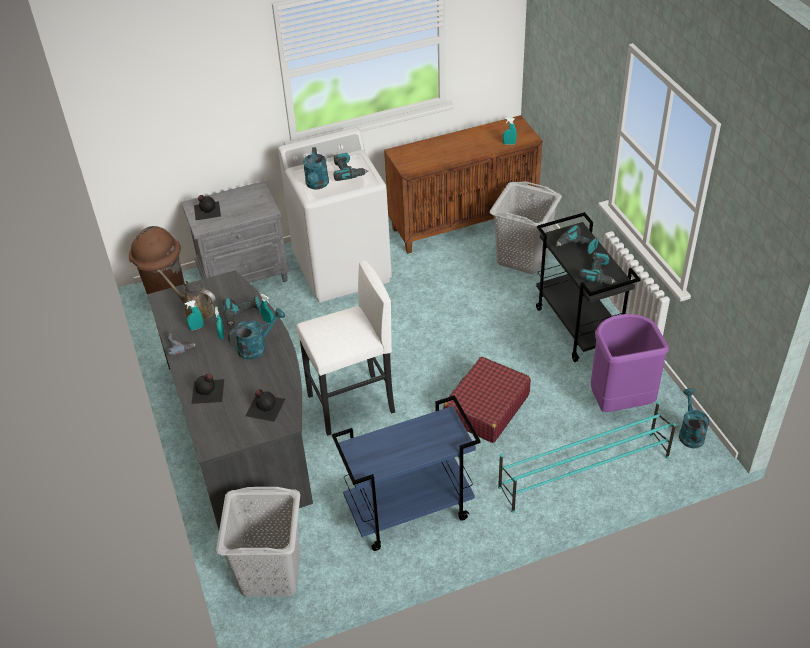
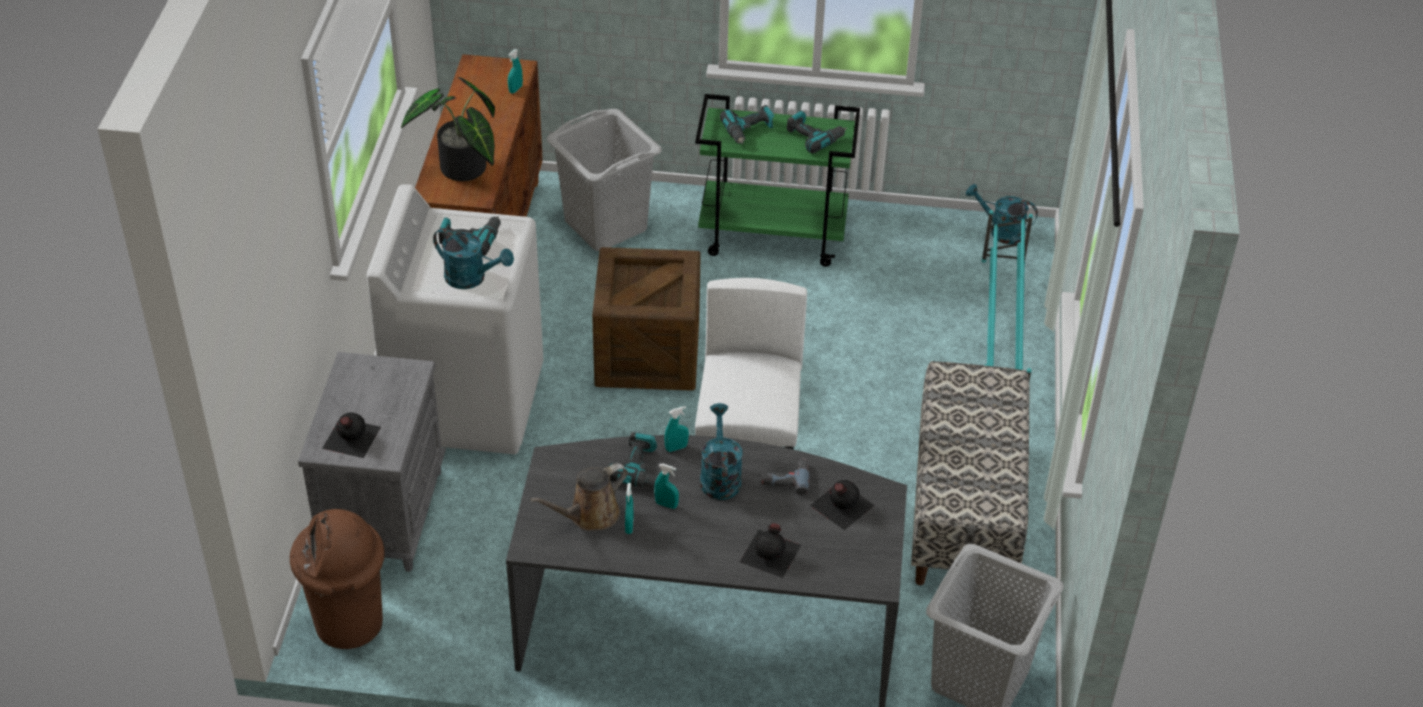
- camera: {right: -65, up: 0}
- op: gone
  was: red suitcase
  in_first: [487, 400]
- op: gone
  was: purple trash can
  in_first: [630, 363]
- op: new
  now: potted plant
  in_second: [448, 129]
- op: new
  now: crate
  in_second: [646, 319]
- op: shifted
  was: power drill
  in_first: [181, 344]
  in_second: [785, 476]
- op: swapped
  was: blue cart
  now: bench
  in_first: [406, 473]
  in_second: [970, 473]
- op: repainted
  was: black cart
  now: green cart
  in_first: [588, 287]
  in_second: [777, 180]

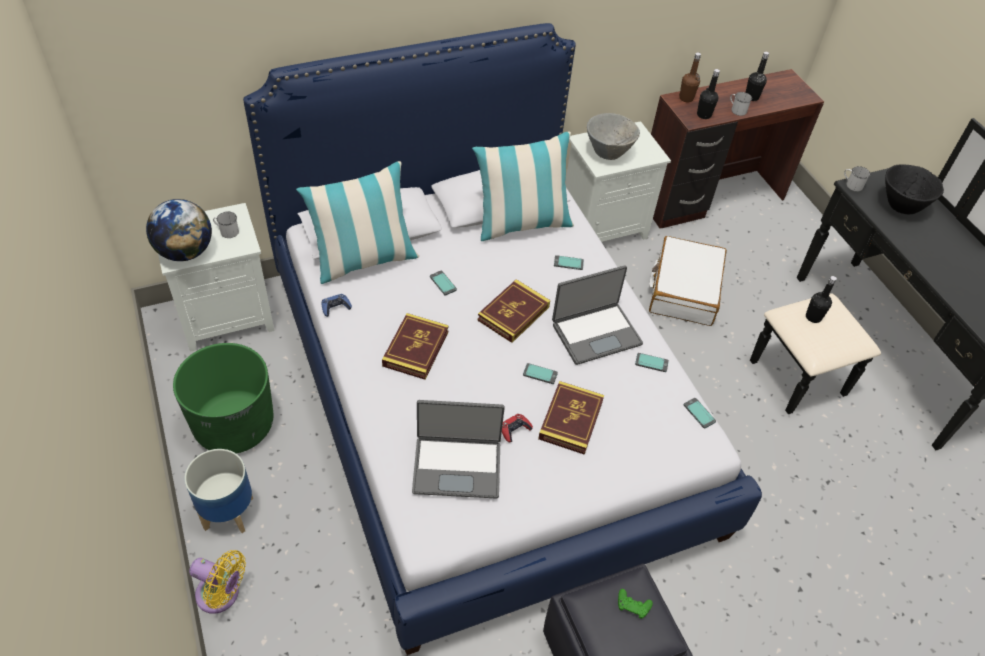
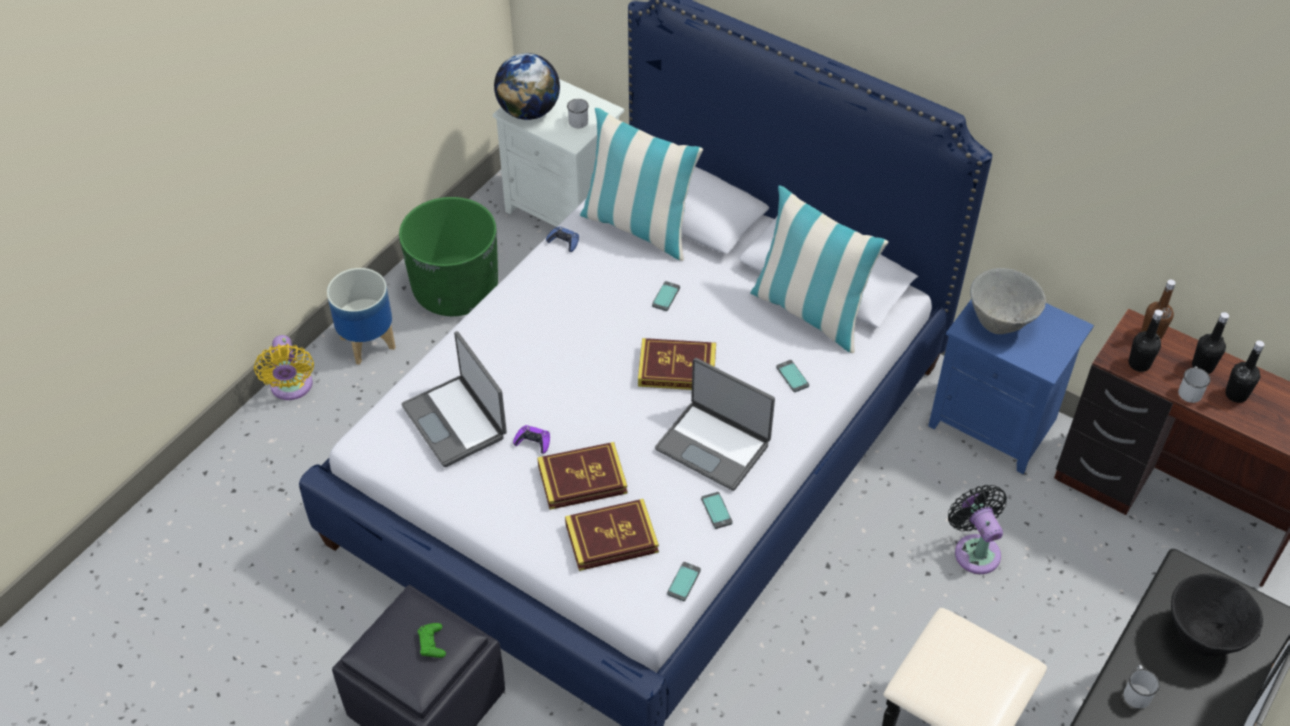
- camera: {right: 60, up: 0}
- op: gone
  was: phone
  in_first: [540, 373]
- op: shifted
  was: book
  in_first: [415, 346]
  in_second: [612, 535]
- op: shifted
  was: black bottle
  in_first: [821, 299]
  in_second: [1210, 343]
- op: shifted
  was: white mug
  in_first: [857, 179]
  in_second: [1142, 687]
- op: swapped
  was: white suitcase
  now: black fan
  in_first: [688, 281]
  in_second: [977, 529]
- op: repainted
  was: red game controller
  now: purple game controller
  in_first: [517, 428]
  in_second: [531, 439]
- op: repainted
  was: white nightstand
  now: blue nightstand
  in_first: [618, 181]
  in_second: [1011, 387]

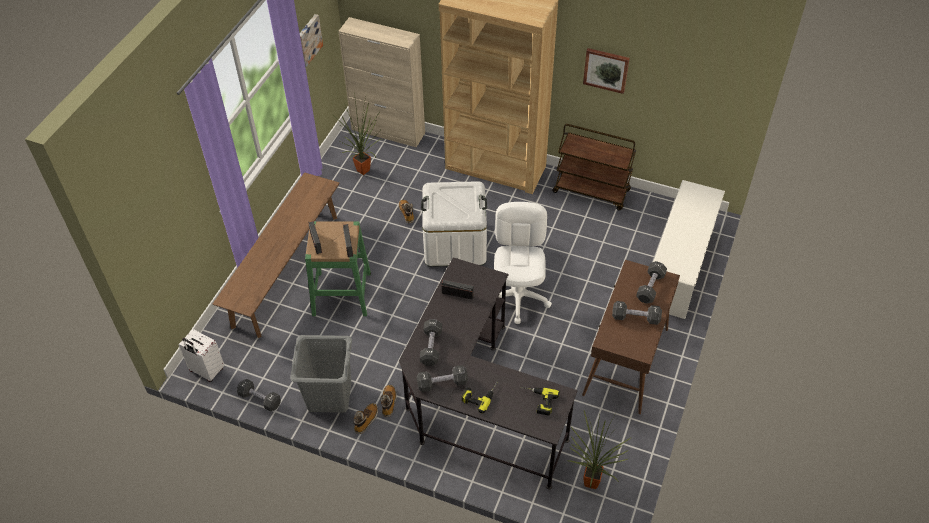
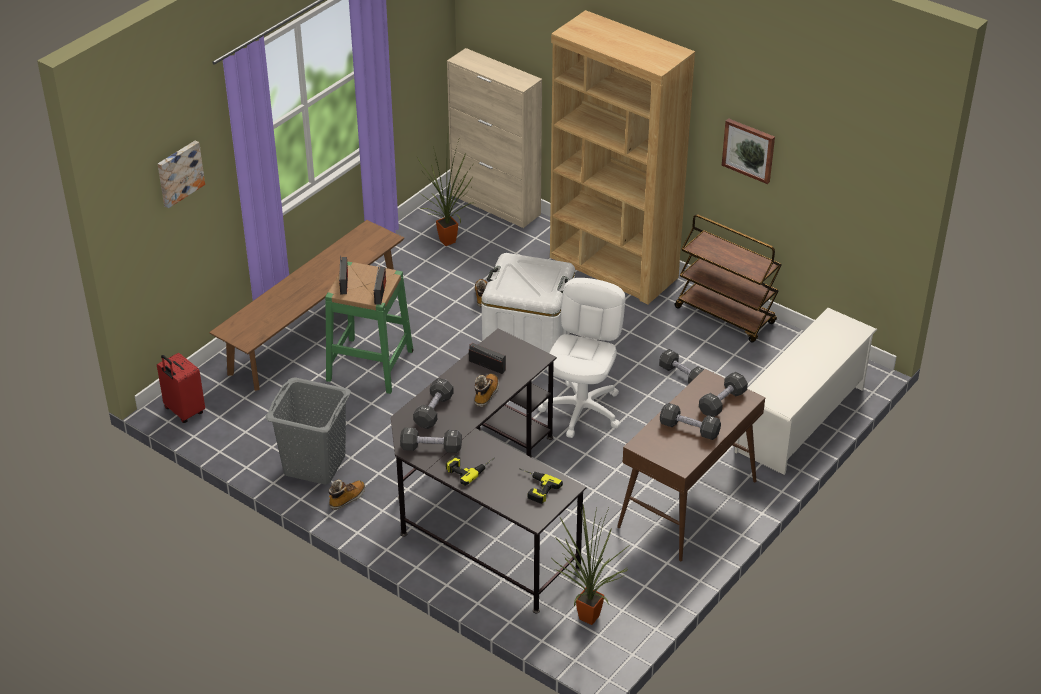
- camera: {right: 15, up: -10}
- op: shifted
  was: black dumbbell
  in_first: [259, 395]
  in_second: [681, 366]
- op: shifted
  was: picture
  in_first: [311, 40]
  in_second: [181, 174]
- op: shifted
  was: boot
  in_first: [389, 401]
  in_second: [486, 390]
- op: repainted
  was: white suitcase
  now: red suitcase
  in_first: [201, 355]
  in_second: [181, 388]

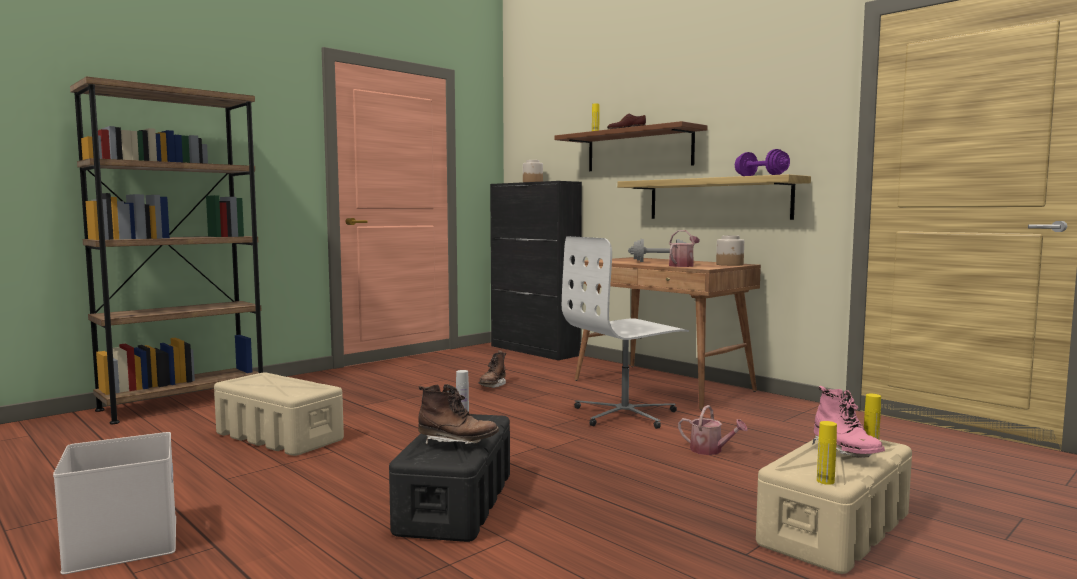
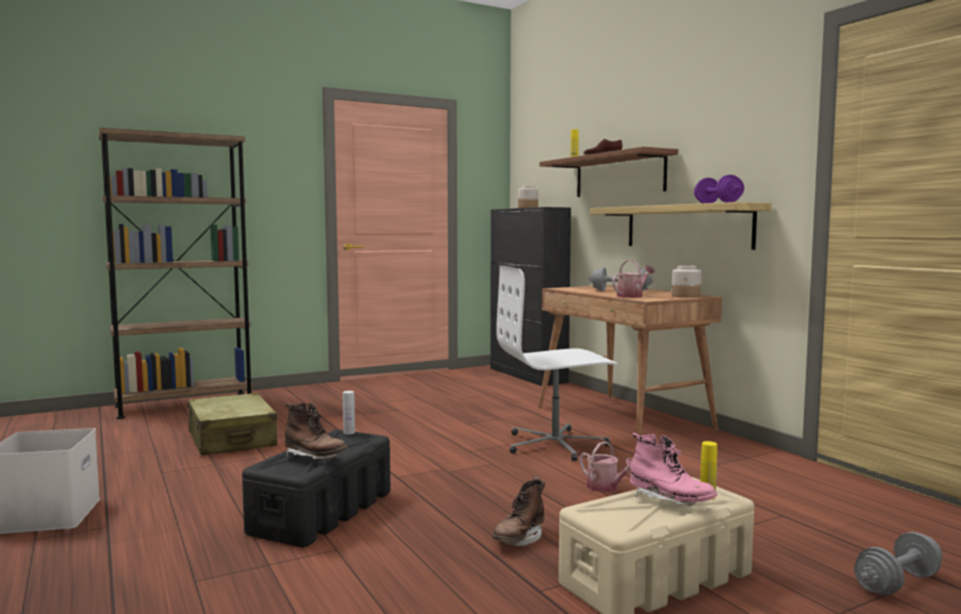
- camera: {right: 15, up: 0}
- op: gone
  was: yellow bottle
  in_first: [827, 453]
- op: new
  now: grey dumbbell
  in_second: [898, 563]
- op: shifted
  was: brown boot
  in_first: [492, 369]
  in_second: [519, 511]
- op: swapped
  was: beige storage box
  now: beige suitcase
  in_first: [279, 414]
  in_second: [232, 423]
- op: rotated
  was: pink boot
  in_first: [849, 422]
  in_second: [674, 469]
  clockwise: -45

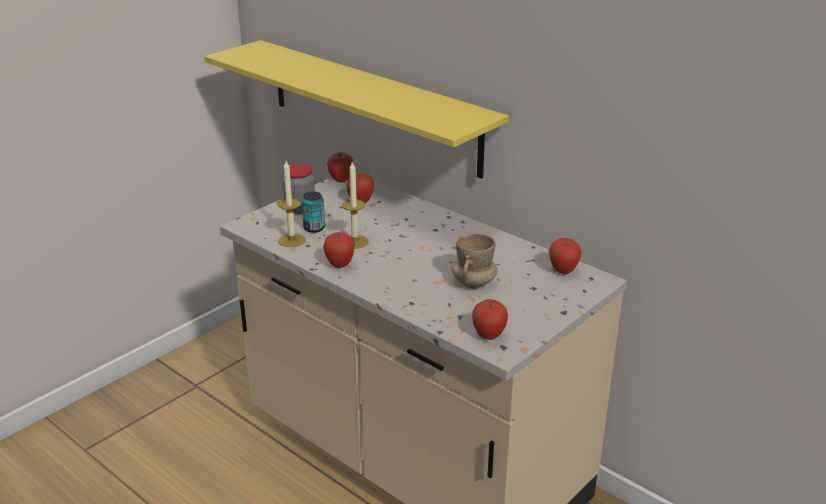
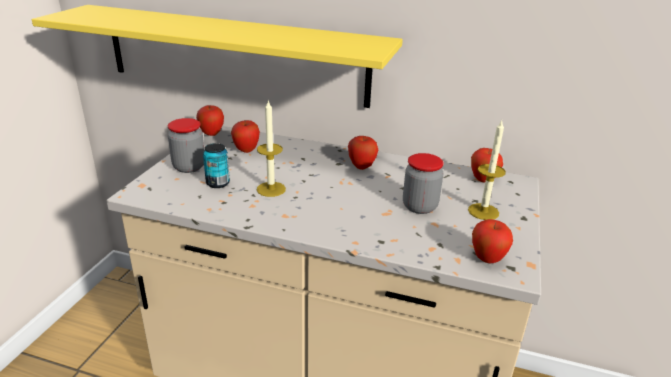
- camera: {right: -25, up: 0}
- op: shifted
  was: candle
  in_first: [291, 204]
  in_second: [487, 170]
- op: shifted
  was: apple
  in_first: [339, 250]
  in_second: [363, 153]
- op: swapped
  was: beige mug
  now: jar
  in_first: [474, 261]
  in_second: [423, 183]

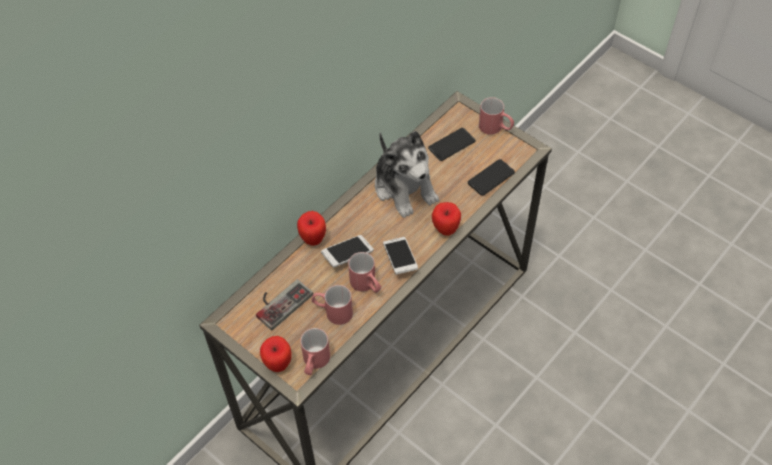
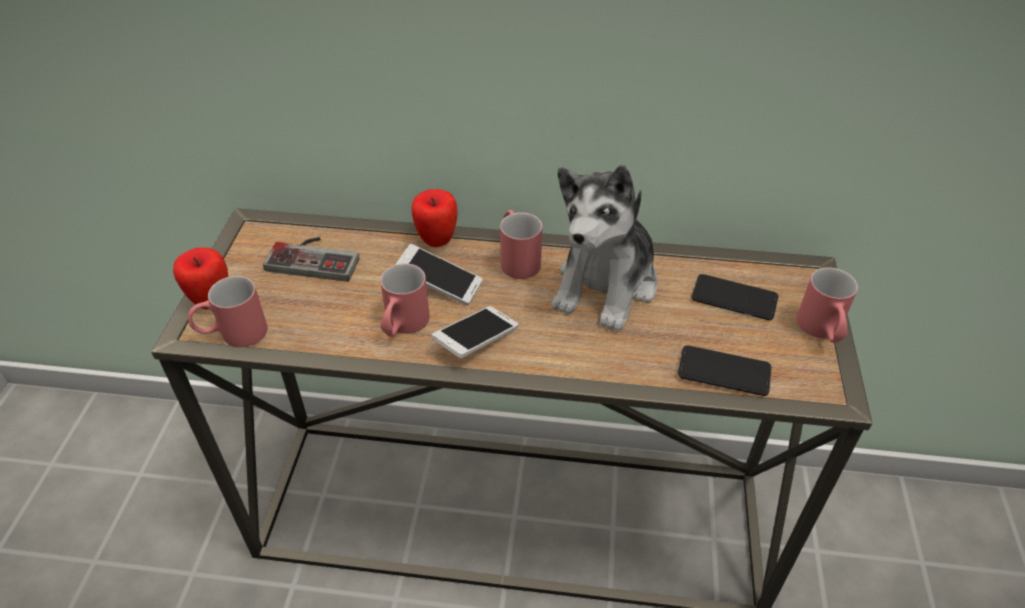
- camera: {right: 55, up: -10}
- op: gone
  was: apple
  in_first: [446, 219]
- op: shifted
  was: red mug
  in_first: [332, 305]
  in_second: [521, 244]

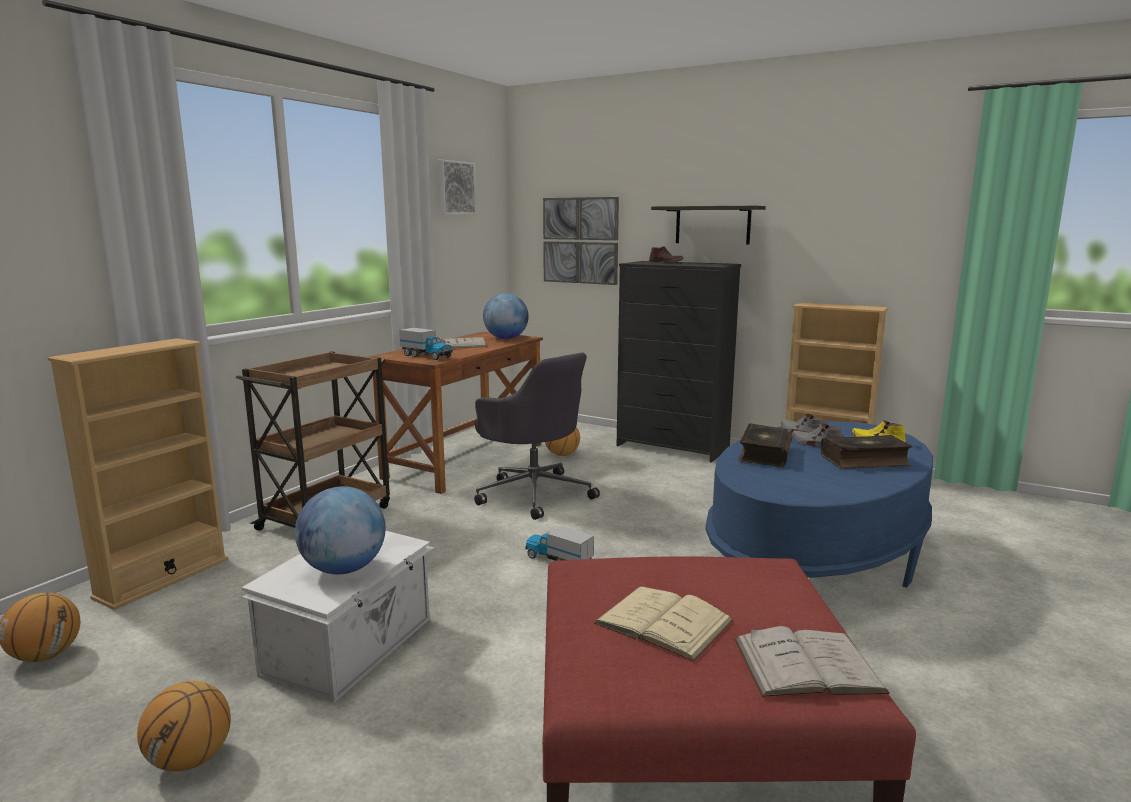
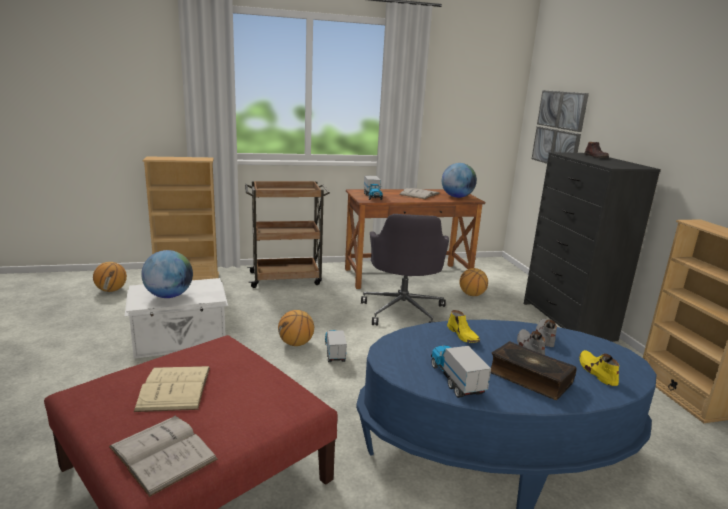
- camera: {right: 45, up: 5}
- op: gone
  was: picture
  in_first: [457, 187]
- op: gone
  was: shelf
  in_first: [708, 225]
- op: new
  now: toy truck
  in_second: [461, 371]
- op: shifted
  was: basketball
  in_first: [184, 726]
  in_second: [296, 328]
- op: swapped
  was: book
  now: yellow shoe
  in_first: [765, 445]
  in_second: [463, 326]

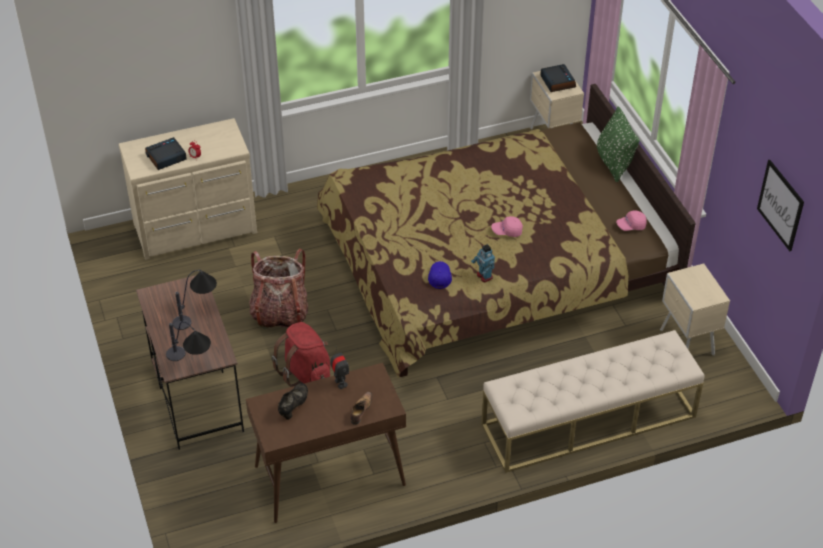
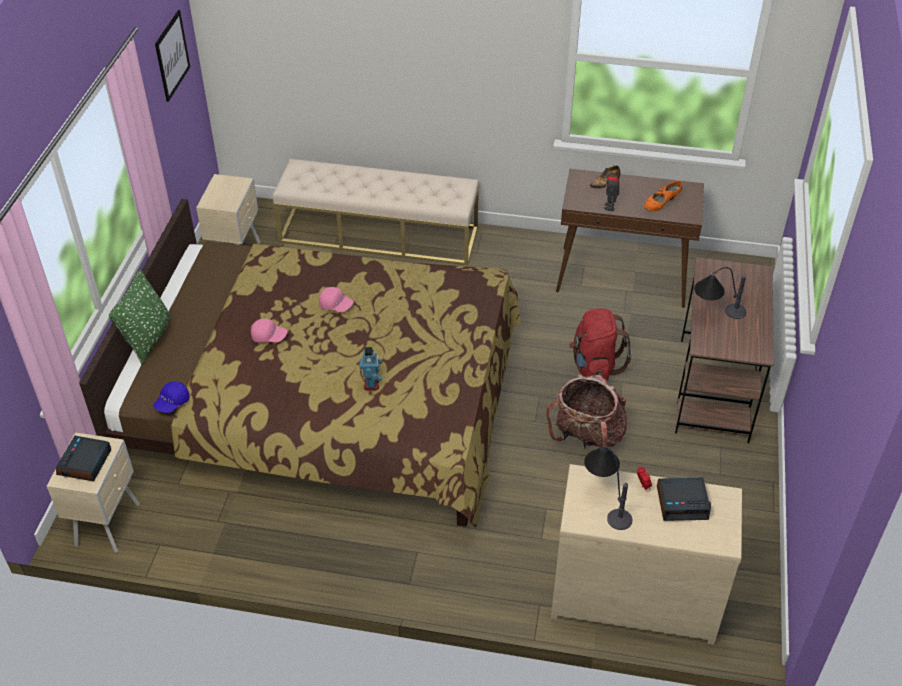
- camera: {right: -150, up: 0}
- op: shifted
  was: table lamp
  in_first: [188, 341]
  in_second: [608, 488]
- op: shifted
  was: blue cap
  in_first: [440, 275]
  in_second: [171, 397]
- op: shifted
  was: toy robot
  in_first: [483, 263]
  in_second: [370, 369]
- op: shifted
  was: pink cap
  in_first: [631, 220]
  in_second: [269, 330]
- op: repainted
  was: black shoe
  now: orange shoe
  in_first: [293, 401]
  in_second: [663, 196]

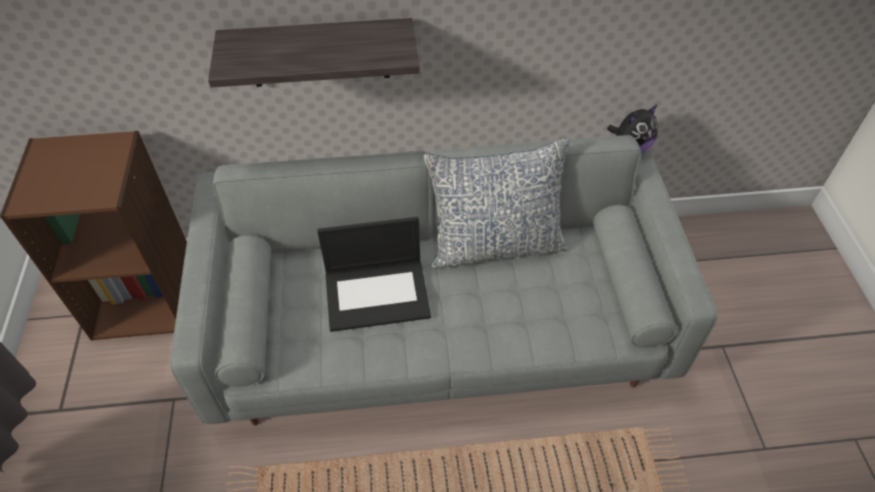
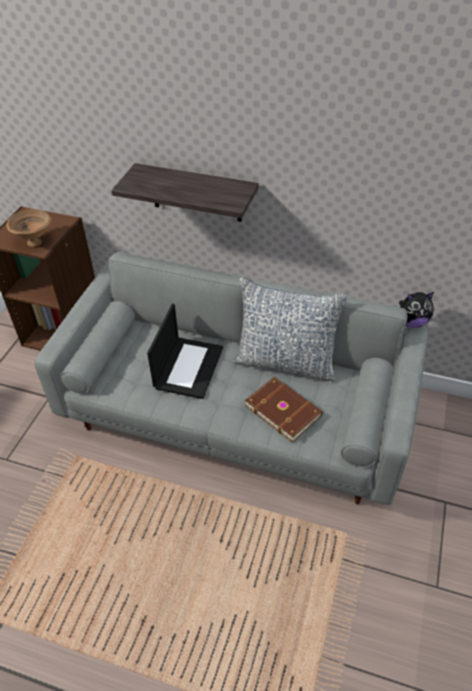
- camera: {right: 25, up: -5}
- op: new
  now: brown bowl
  in_second: [28, 228]
- op: new
  now: brown book
  in_second: [284, 409]
- op: rotated
  was: laptop
  in_first: [374, 274]
  in_second: [185, 351]
  clockwise: -90

